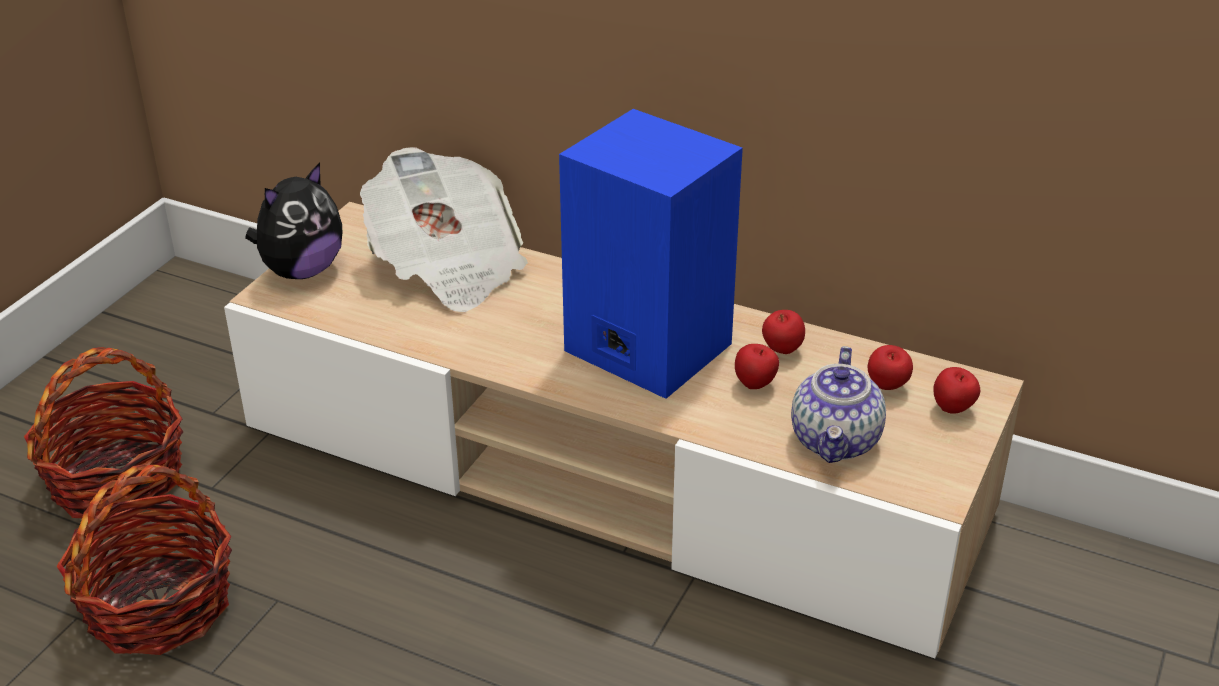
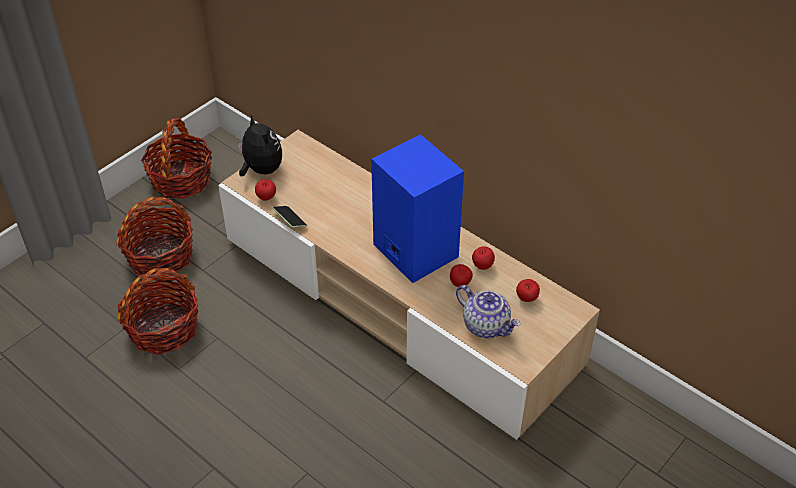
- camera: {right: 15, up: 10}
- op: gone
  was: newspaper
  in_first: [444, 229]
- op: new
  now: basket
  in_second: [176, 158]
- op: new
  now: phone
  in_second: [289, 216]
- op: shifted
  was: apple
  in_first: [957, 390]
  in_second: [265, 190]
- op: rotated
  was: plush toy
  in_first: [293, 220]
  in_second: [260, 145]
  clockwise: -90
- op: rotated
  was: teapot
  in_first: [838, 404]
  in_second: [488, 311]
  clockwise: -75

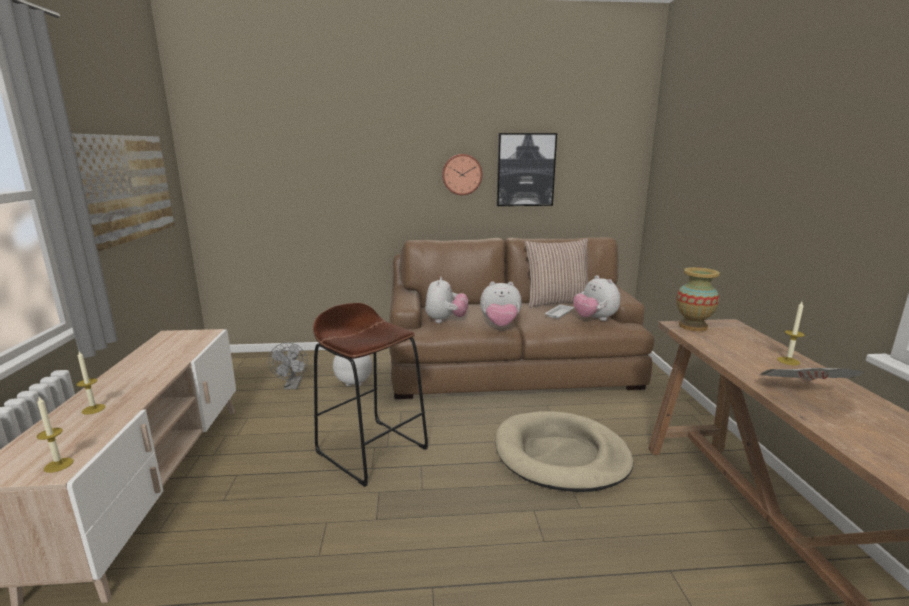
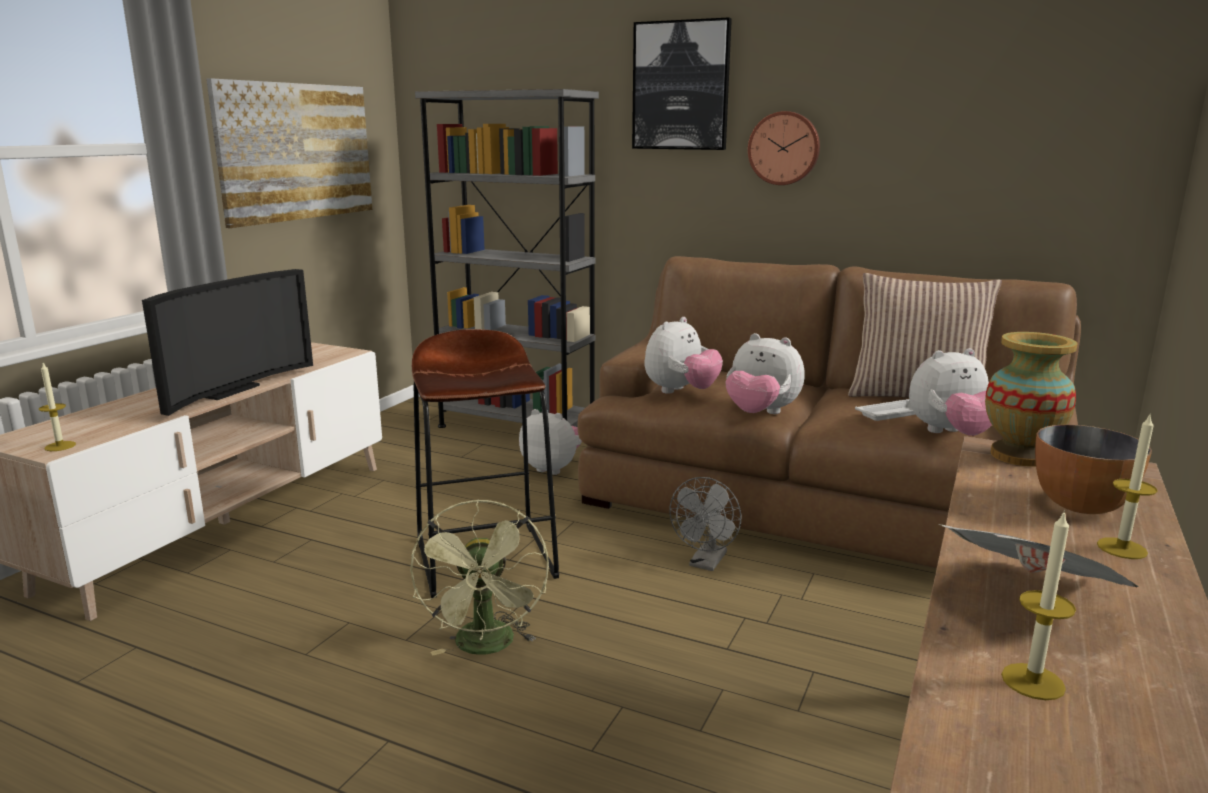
- camera: {right: 30, up: 0}
- op: gone
  was: beige dog bed
  in_first: [564, 451]
- op: new
  now: television
  in_second: [227, 342]
- op: new
  now: green fan
  in_second: [479, 577]
- op: new
  now: grey bookcase
  in_second: [507, 258]
- op: new
  now: bowl
  in_second: [1093, 469]
- op: shifted
  was: candle
  in_first: [91, 383]
  in_second: [1038, 605]
- op: shifted
  was: grey fan
  in_first: [288, 366]
  in_second: [705, 524]
- op: shifted
  was: picture
  in_first: [527, 169]
  in_second: [682, 83]
- op: rotated
  was: plush toy
  in_first: [596, 298]
  in_second: [950, 392]
  clockwise: -105

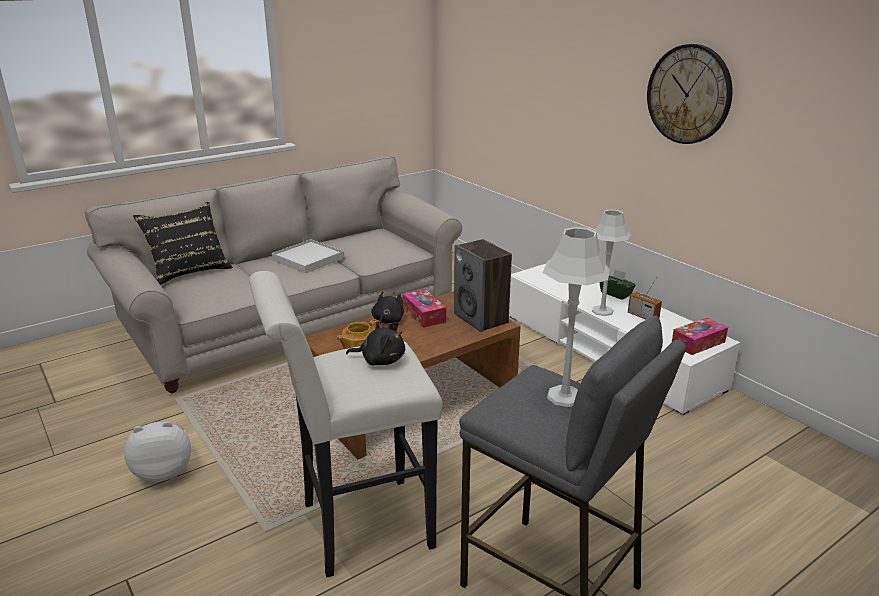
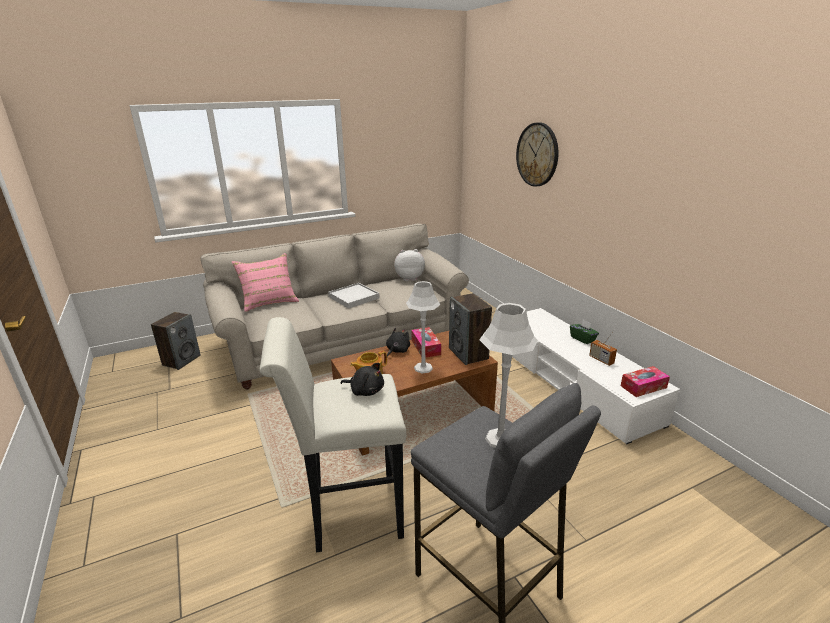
- camera: {right: 10, up: 0}
- op: new
  now: speaker
  in_second: [175, 341]
- op: shifted
  was: plush toy
  in_first: [157, 452]
  in_second: [409, 265]
- op: shifted
  was: grey table lamp
  in_first: [611, 262]
  in_second: [423, 327]
- op: shifted
  was: wall clock
  in_first: [690, 94]
  in_second: [537, 154]
- op: repainted
  was: black pillow
  now: pink pillow
  in_first: [183, 243]
  in_second: [265, 282]

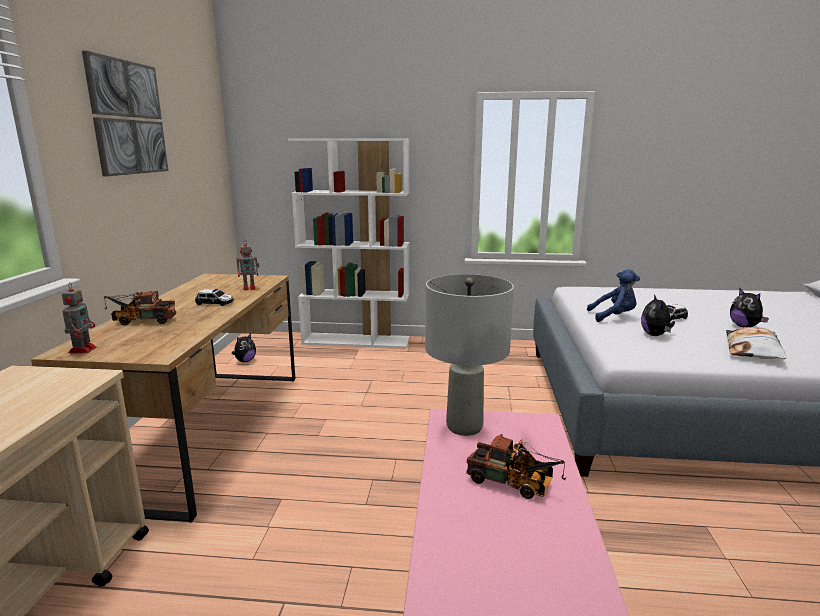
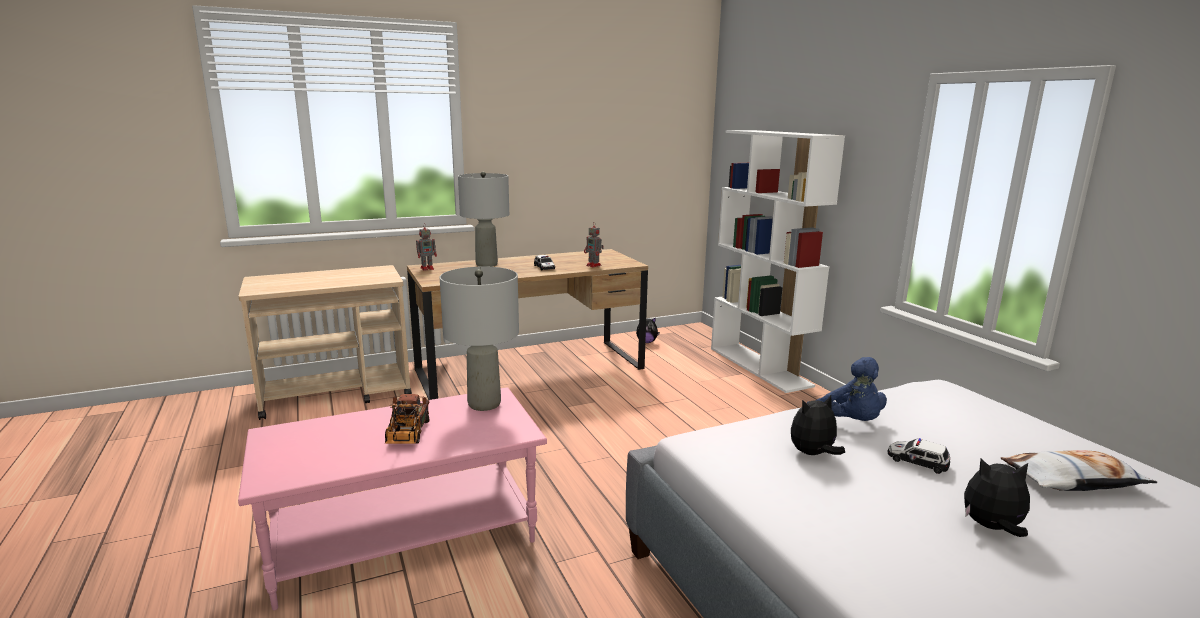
- camera: {right: 60, up: 0}
- op: gone
  was: picture
  in_first: [125, 113]
- op: shifted
  was: pillow
  in_first: [756, 343]
  in_second: [1079, 470]
- op: swapped
  was: toy truck
  now: grey table lamp
  in_first: [140, 308]
  in_second: [483, 219]
- op: rotated
  was: plush toy
  in_first: [749, 307]
  in_second: [997, 498]
  clockwise: 60

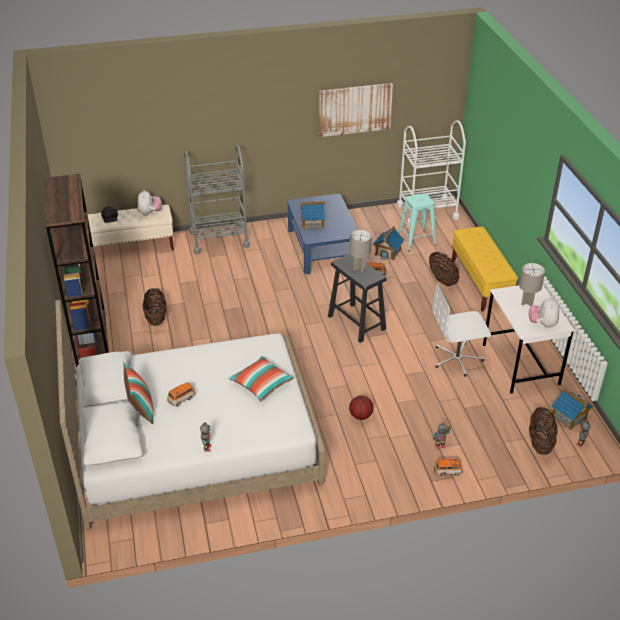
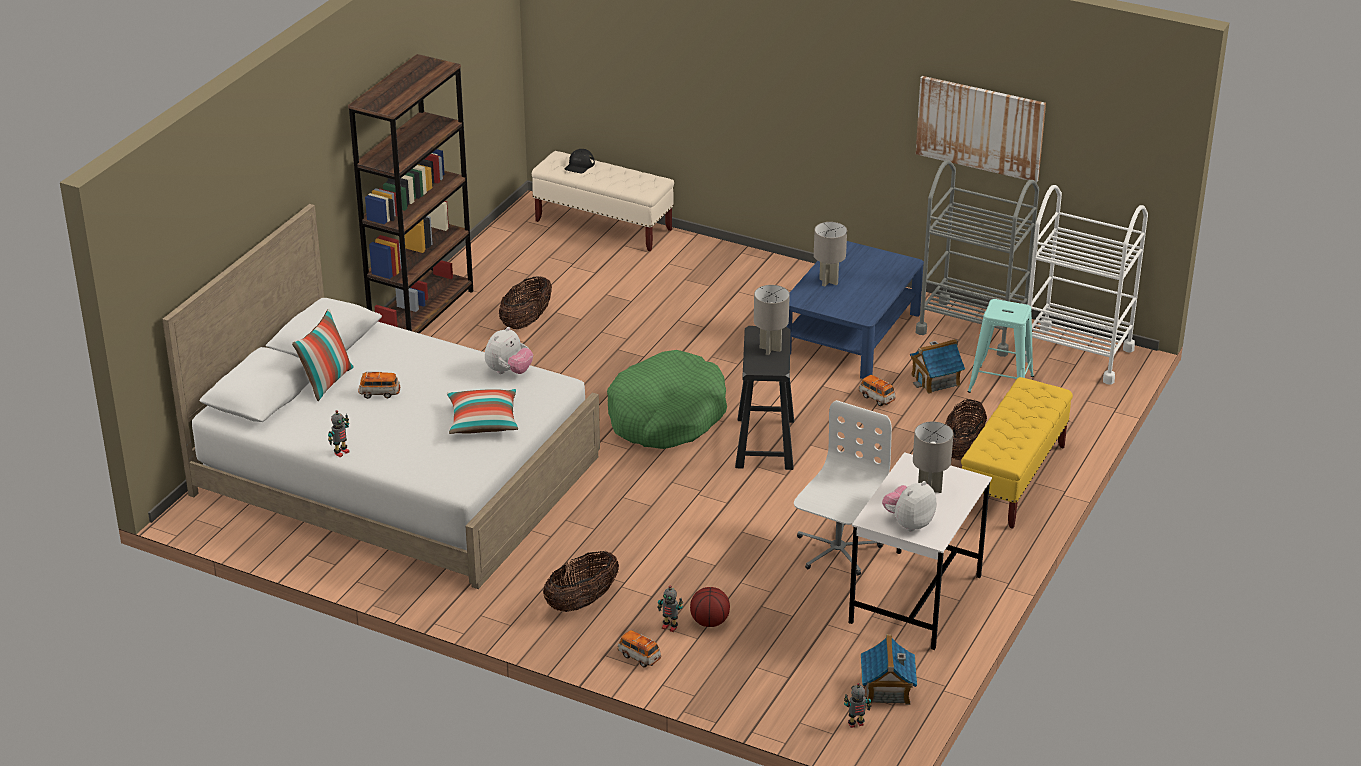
- camera: {right: 40, up: -5}
- op: new
  now: green dog bed
  in_second: [667, 399]
- op: shifted
  was: plush toy
  in_first: [149, 203]
  in_second: [509, 350]
- op: shifted
  was: grey cart
  in_first: [217, 199]
  in_second: [977, 258]
- op: shifted
  was: basketball
  in_first: [361, 408]
  in_second: [710, 607]
- op: shifted
  was: basket
  in_first: [543, 431]
  in_second: [581, 581]
- op: swapped
  was: toy house
  now: grey table lamp
  in_first: [312, 215]
  in_second: [830, 254]
- op: rotated
  was: white office chair
  in_first: [461, 329]
  in_second: [843, 487]
  clockwise: 90

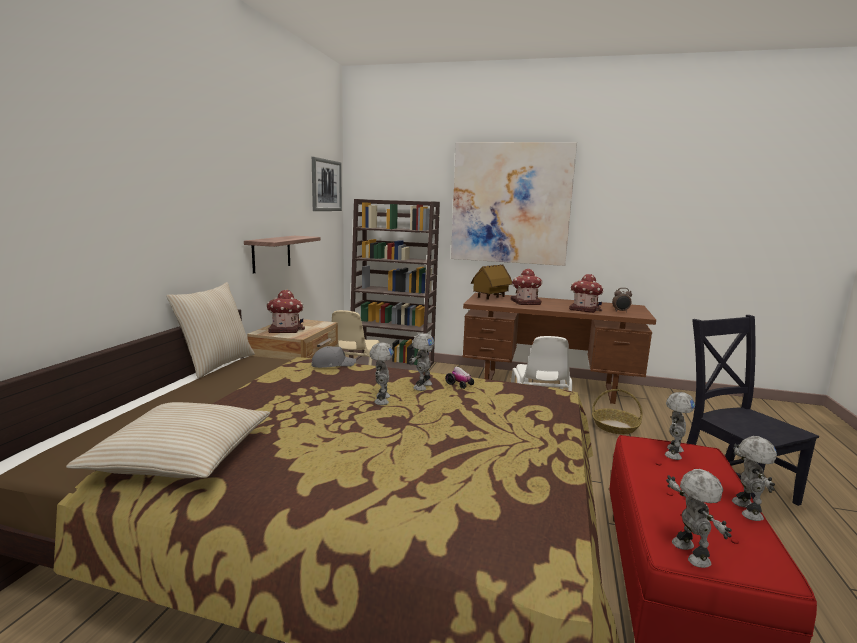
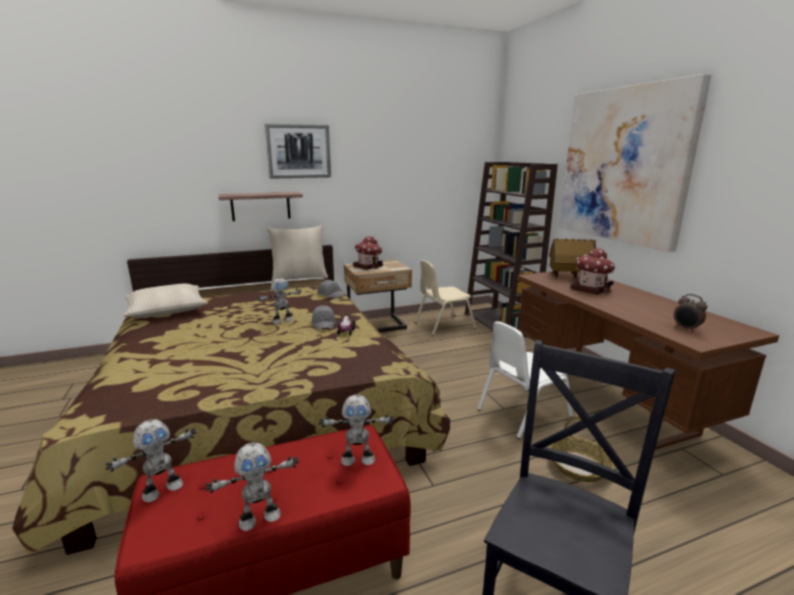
- camera: {right: 55, up: 5}
- op: gone
  was: toy house
  in_first: [586, 293]
- op: shifted
  was: shelf
  in_first: [282, 254]
  in_second: [260, 206]
- op: shifted
  was: picture
  in_first: [327, 184]
  in_second: [298, 151]
- op: swapped
  was: toy robot
  now: grey cap
  in_first: [421, 362]
  in_second: [323, 317]

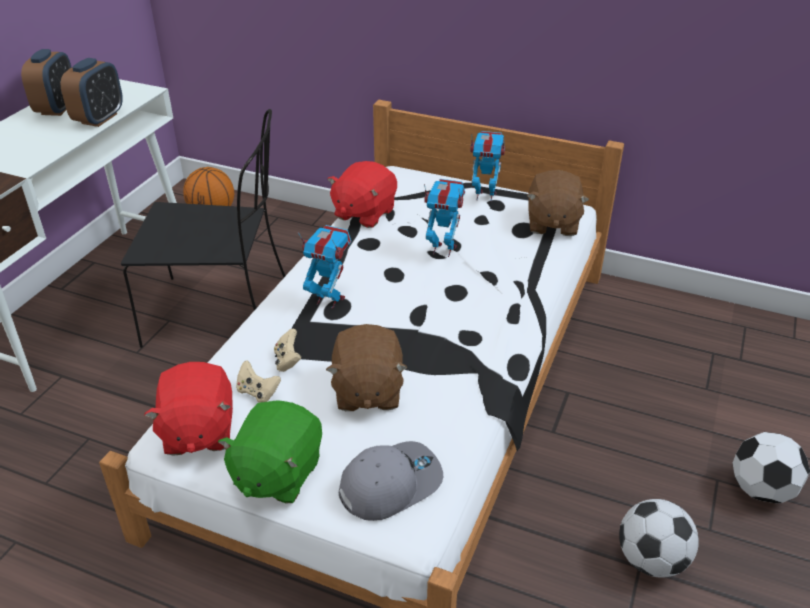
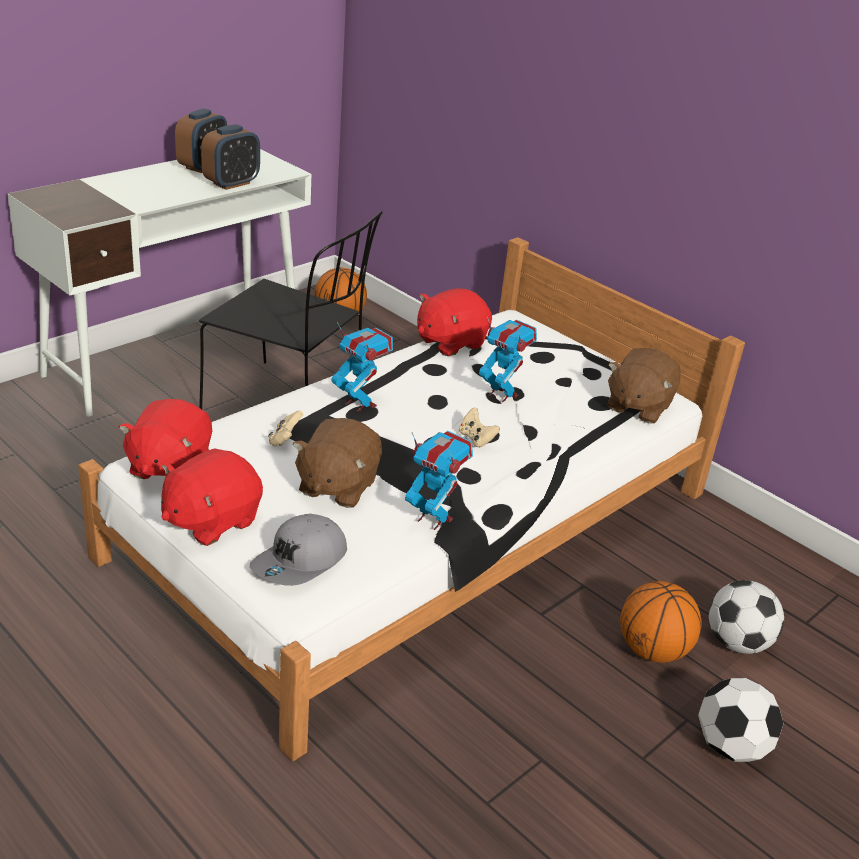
- camera: {right: 20, up: -5}
- op: new
  now: basketball
  in_second: [661, 622]
- op: shifted
  was: beige game controller
  in_first: [258, 381]
  in_second: [479, 427]
- op: shifted
  was: toy robot
  in_first: [487, 166]
  in_second: [439, 480]
- op: shifted
  was: football
  in_first: [659, 538]
  in_second: [746, 617]
- op: repainted
  was: green plush toy
  now: red plush toy
  in_first: [270, 452]
  in_second: [212, 497]
- op: rotated
  was: grey cap
  in_first: [391, 481]
  in_second: [298, 550]
  clockwise: 135

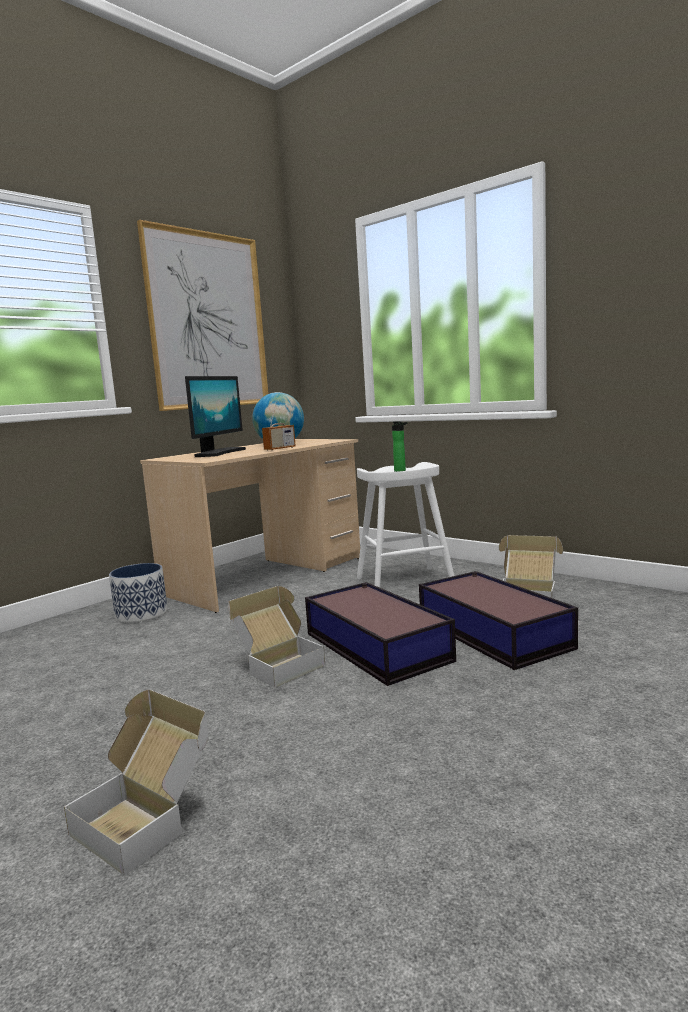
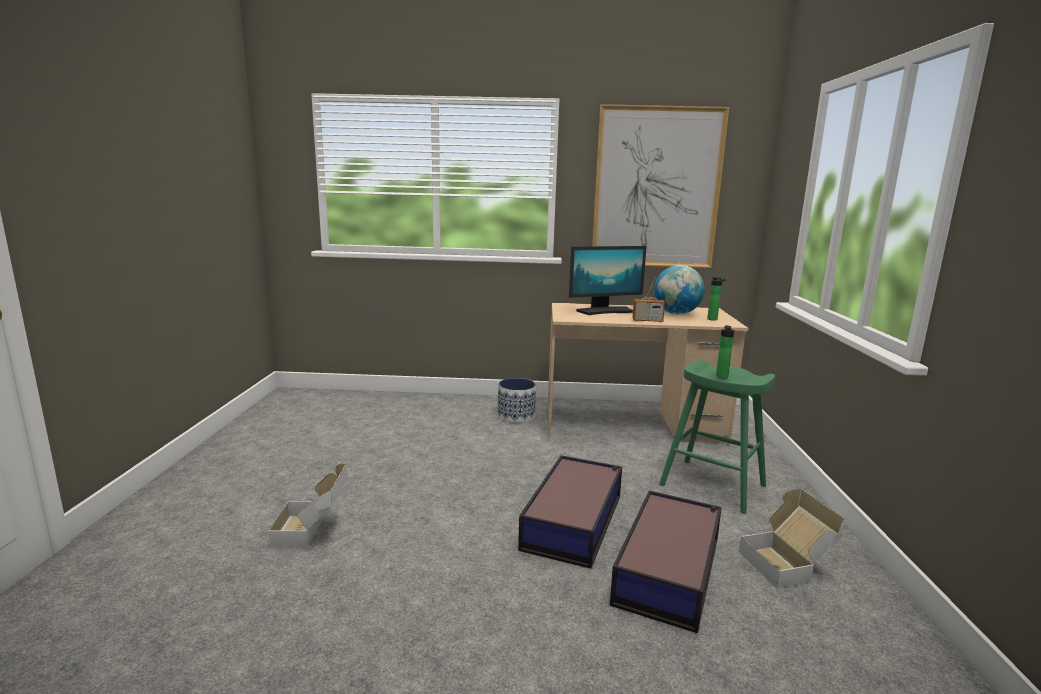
- camera: {right: 50, up: 5}
- op: gone
  was: cardboard box
  in_first: [276, 637]
- op: new
  now: bottle
  in_second: [717, 299]
- op: repainted
  was: white stool
  now: green stool
  in_first: [405, 525]
  in_second: [717, 437]

